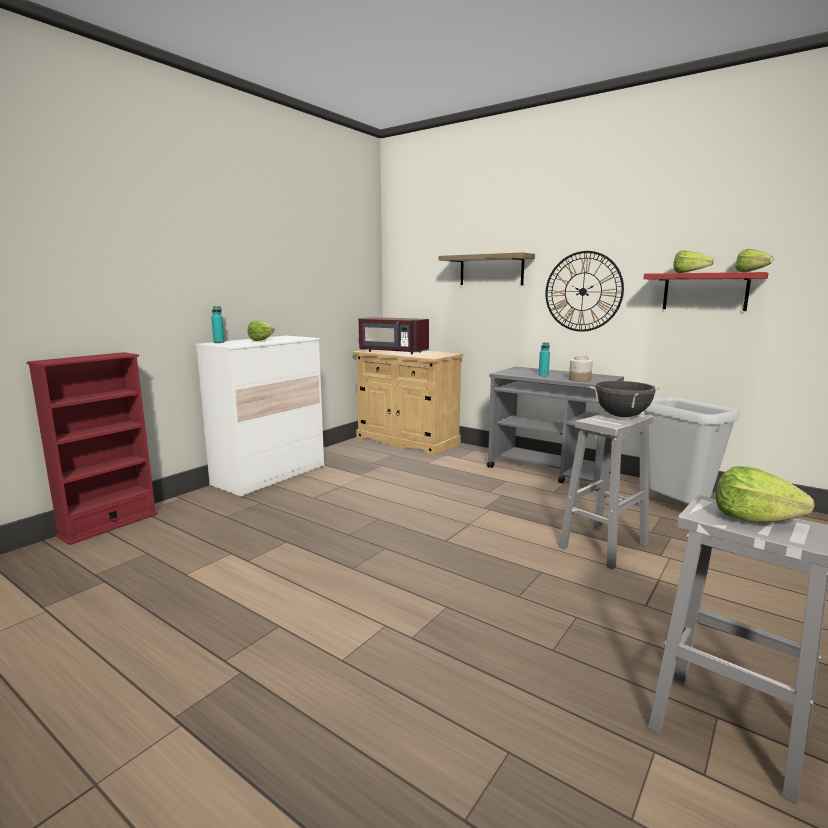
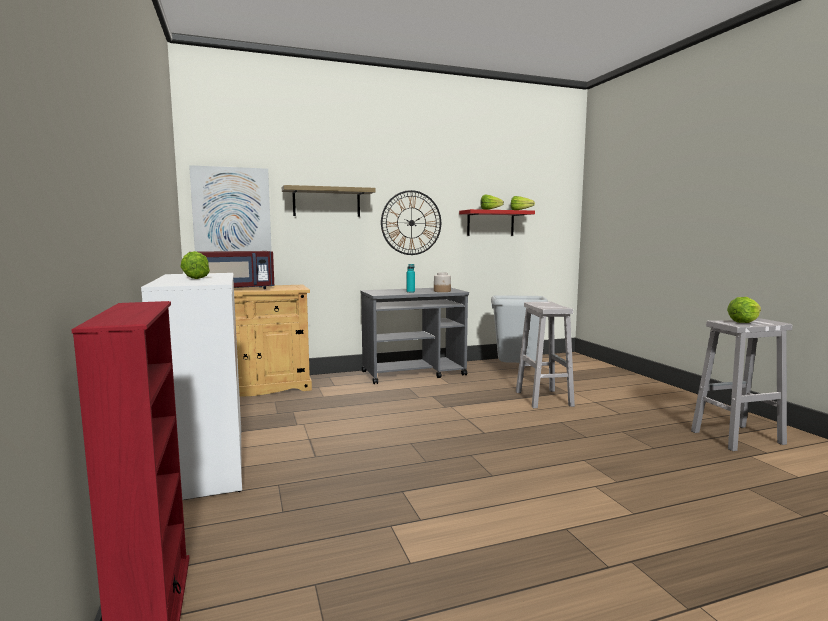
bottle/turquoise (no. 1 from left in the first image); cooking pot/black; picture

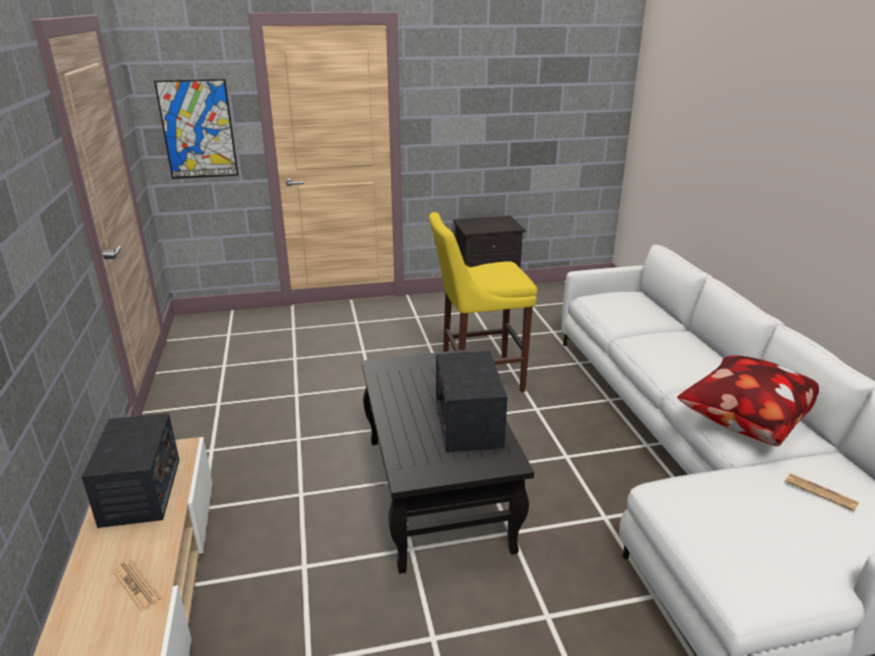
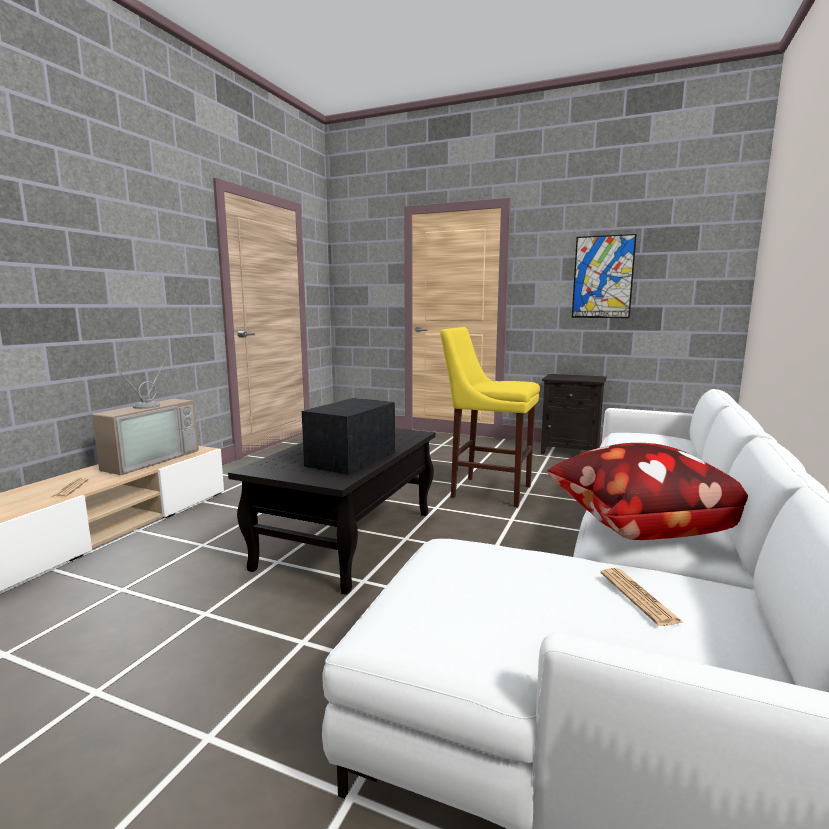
television; picture

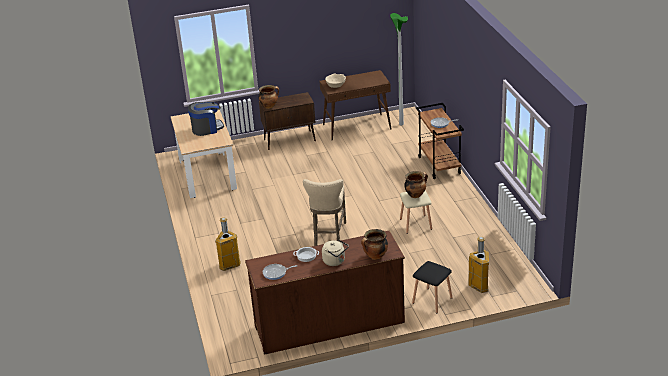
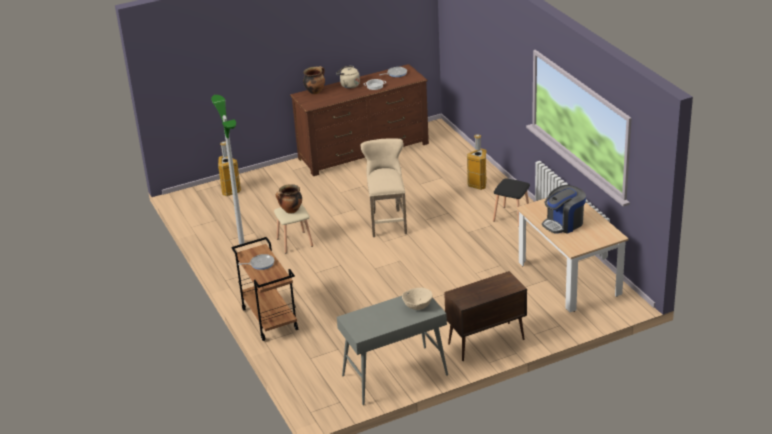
cooking pot (no. 1 from left in the first image); console table/grey; floor lamp; stool/black

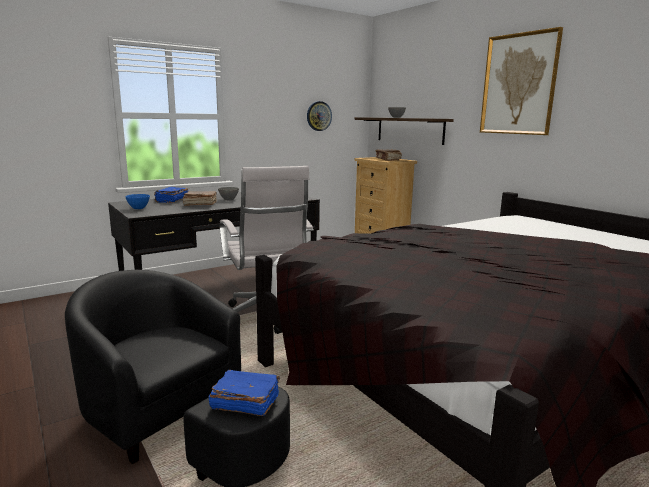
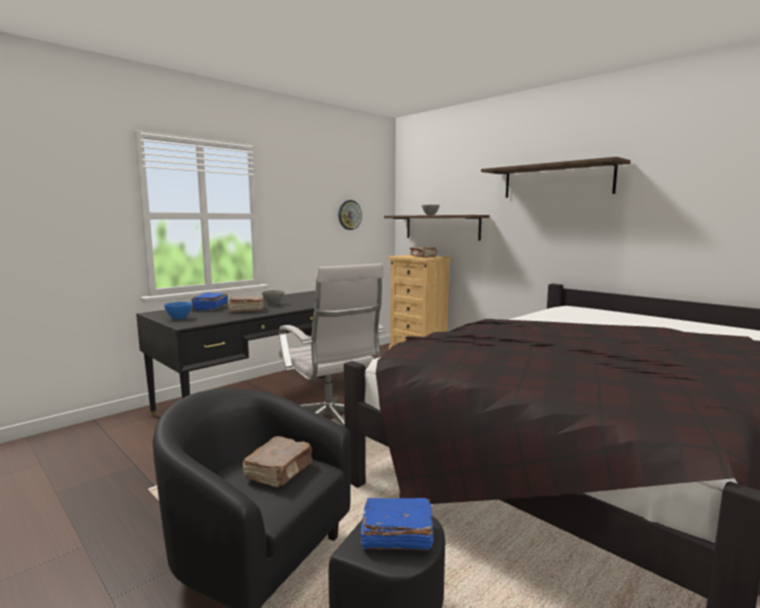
shelf (no. 2 from left); book/brown (no. 2 from left)

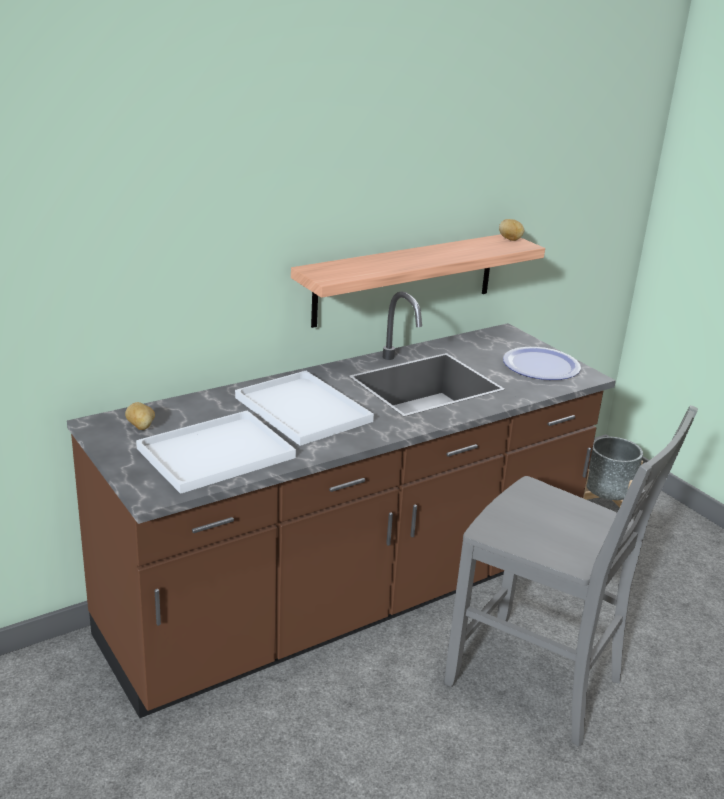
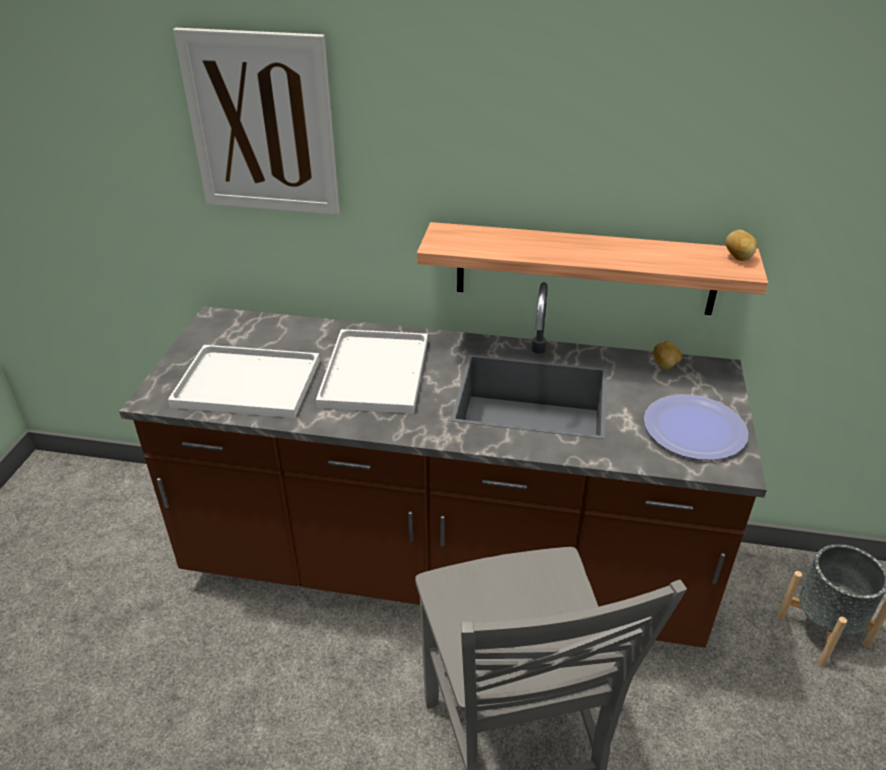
potato (no. 1 from left); picture

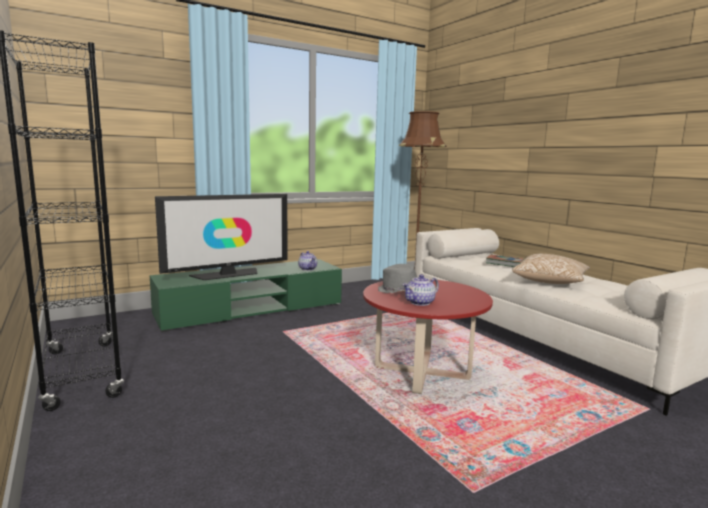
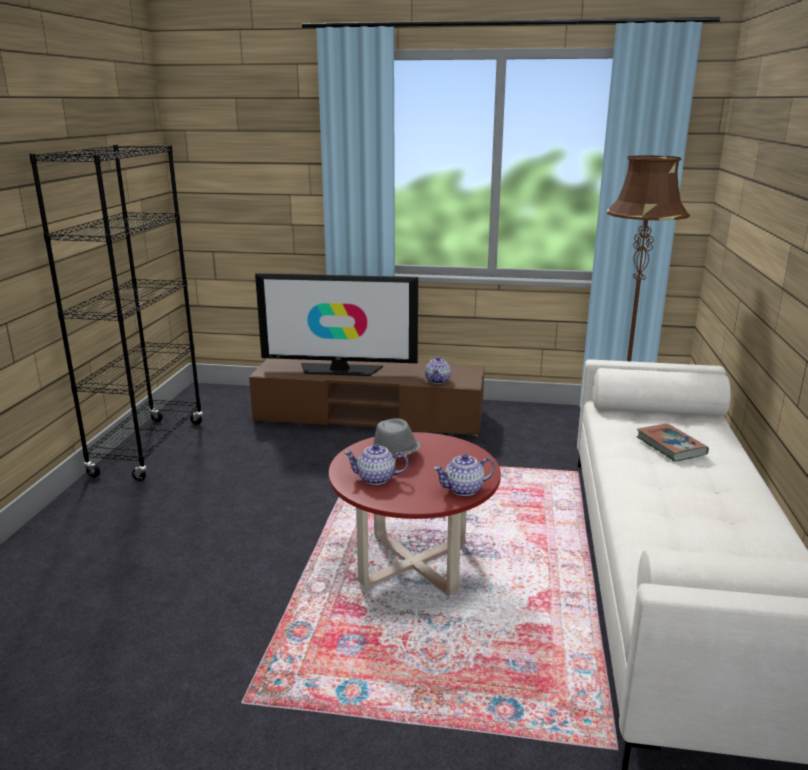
tv stand/brown; pillow; teapot (no. 3 from left)

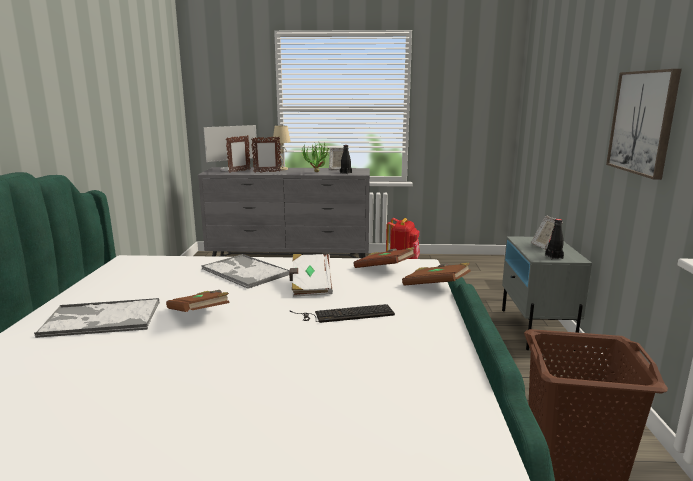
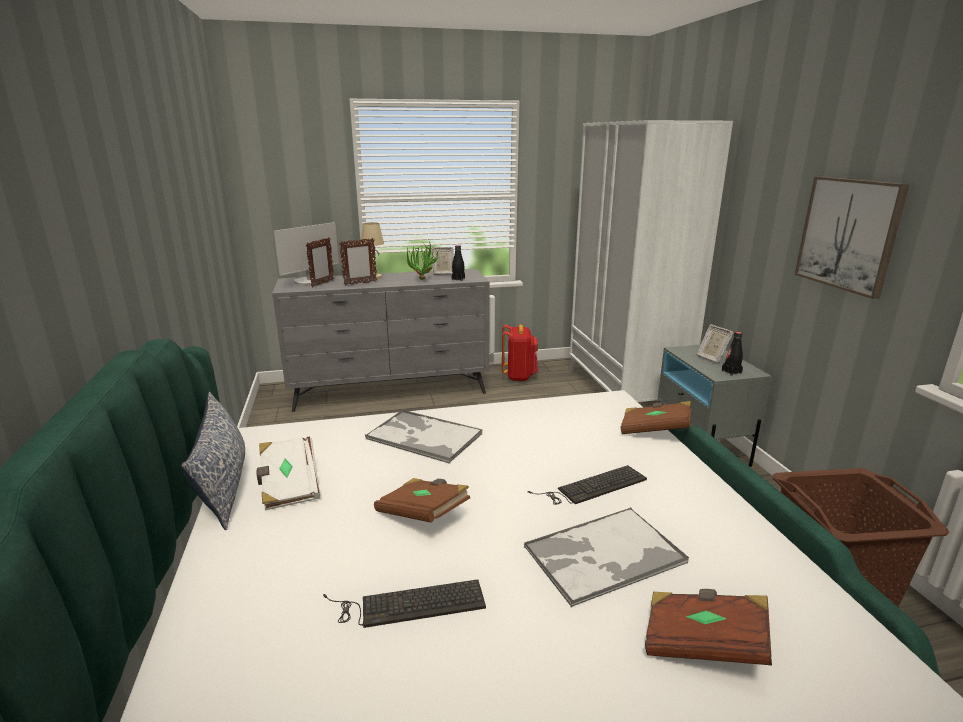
tray (no. 2 from left); book/white; book/brown (no. 3 from left); pillow; keyboard (no. 1 from left); wardrobe/white

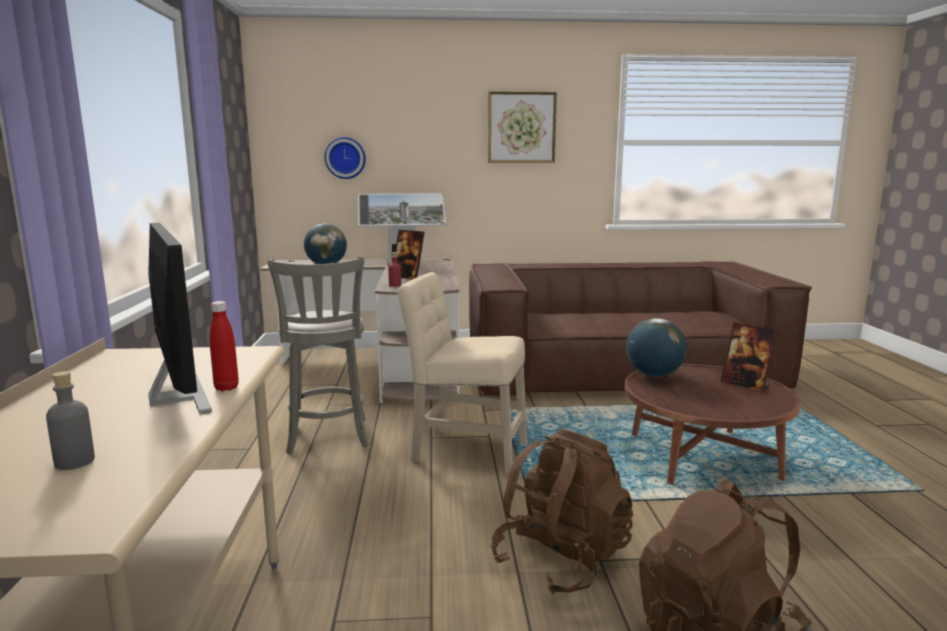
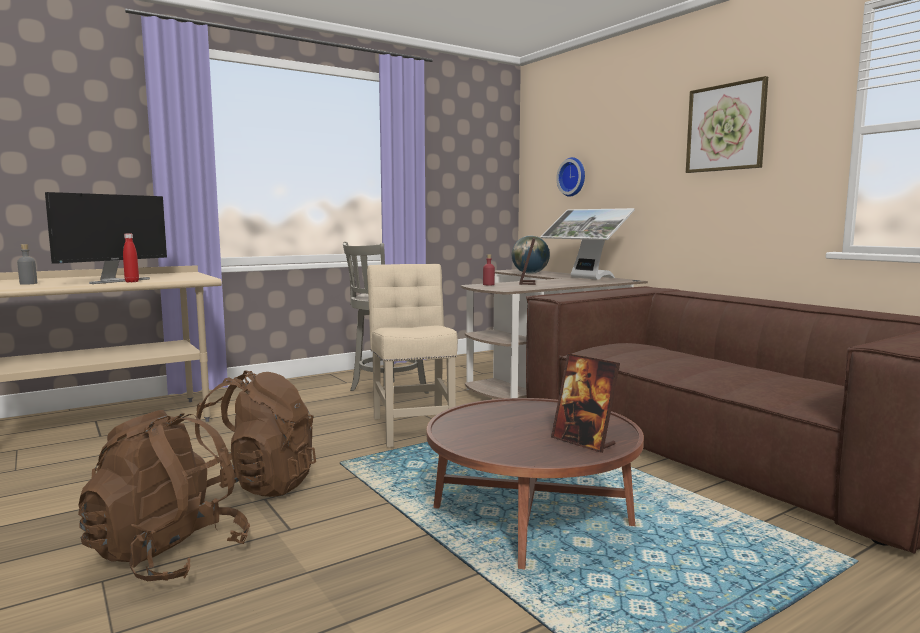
globe (no. 2 from left in the first image); picture frame (no. 2 from left)

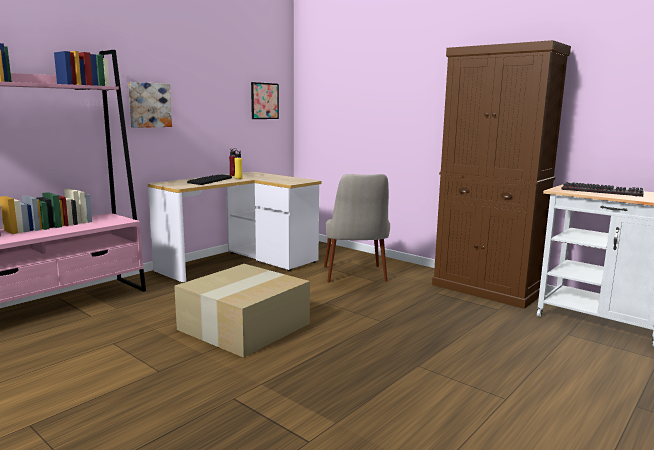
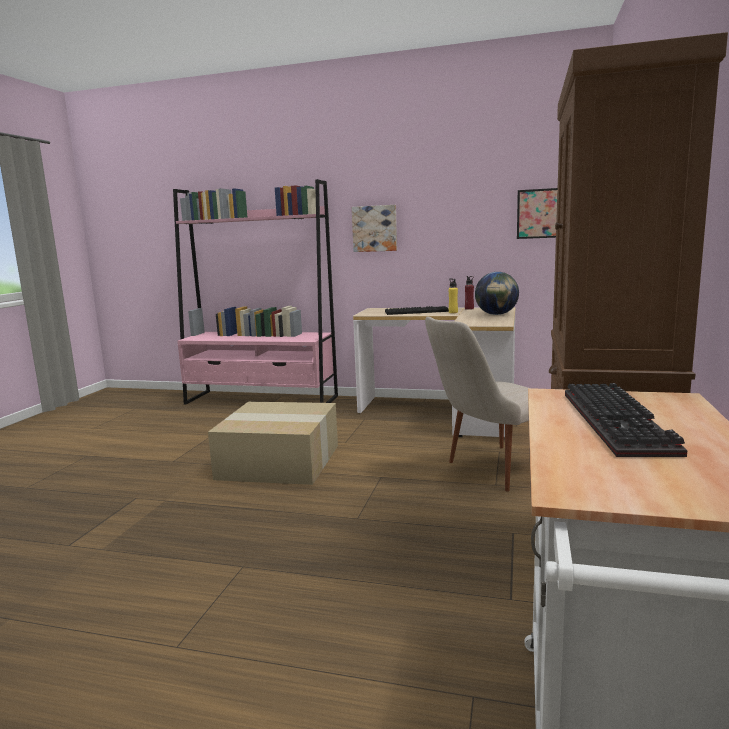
globe

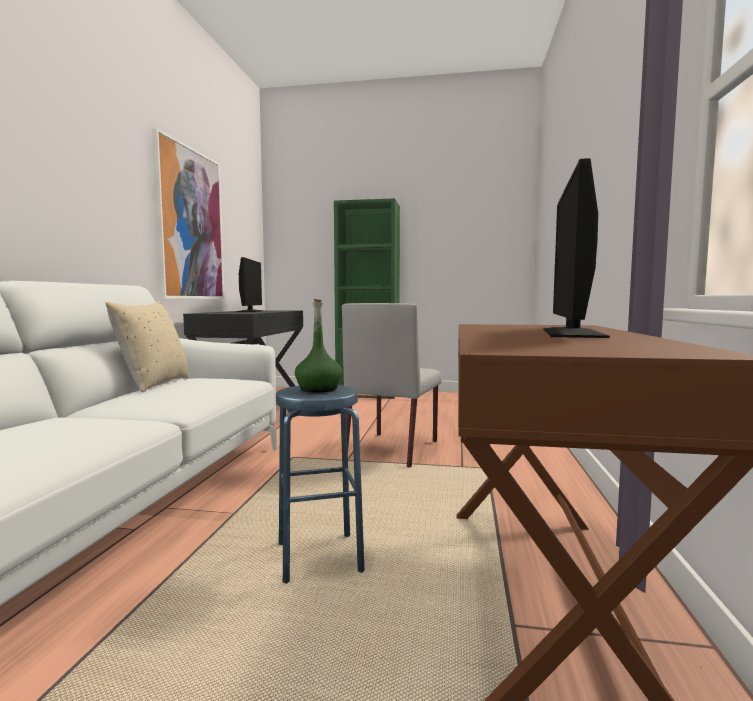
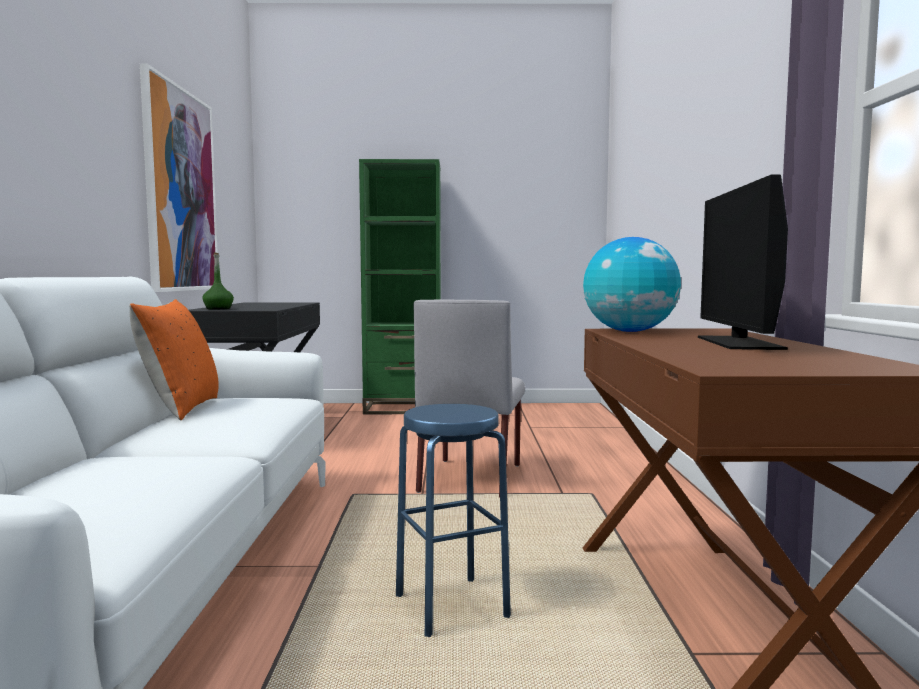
pillow/orange; monitor (no. 1 from left in the first image); bottle/green; globe

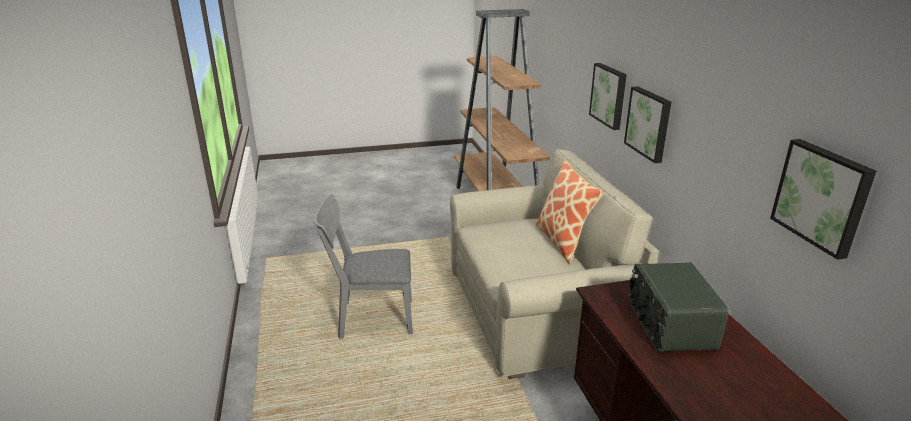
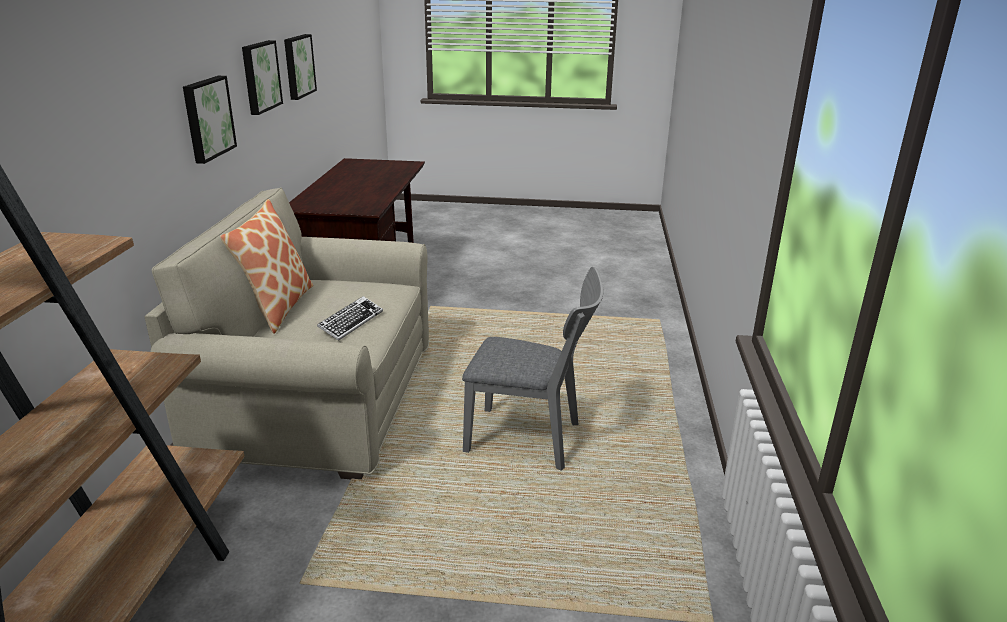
picture (no. 2 from left); radio; keyboard

